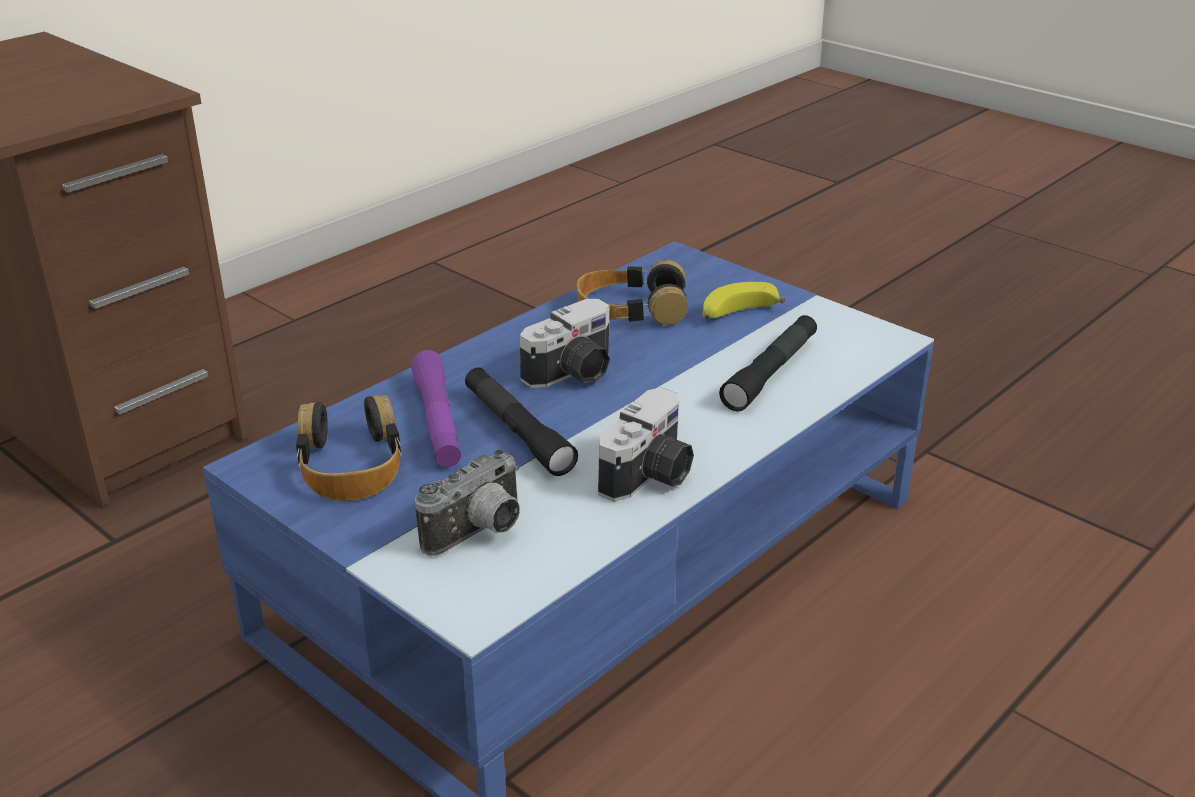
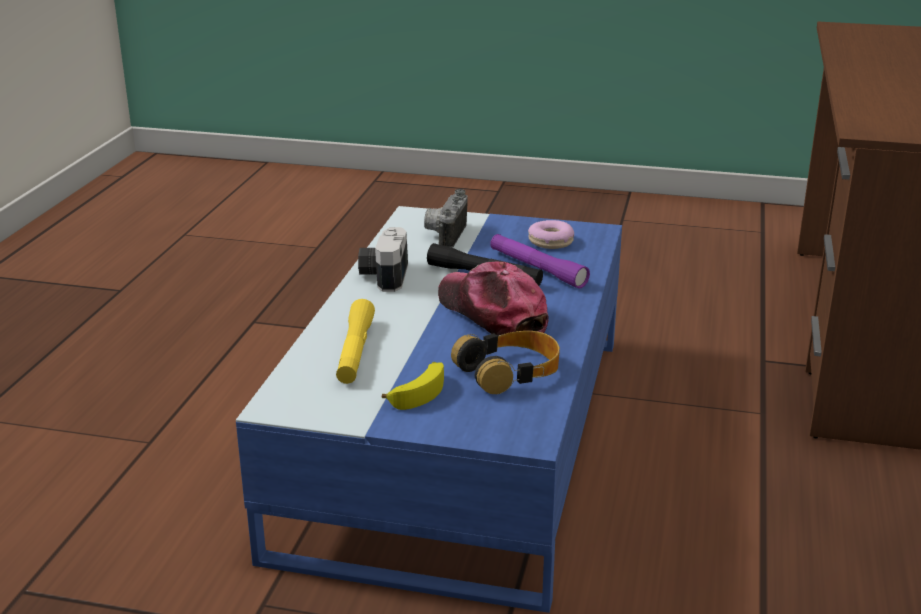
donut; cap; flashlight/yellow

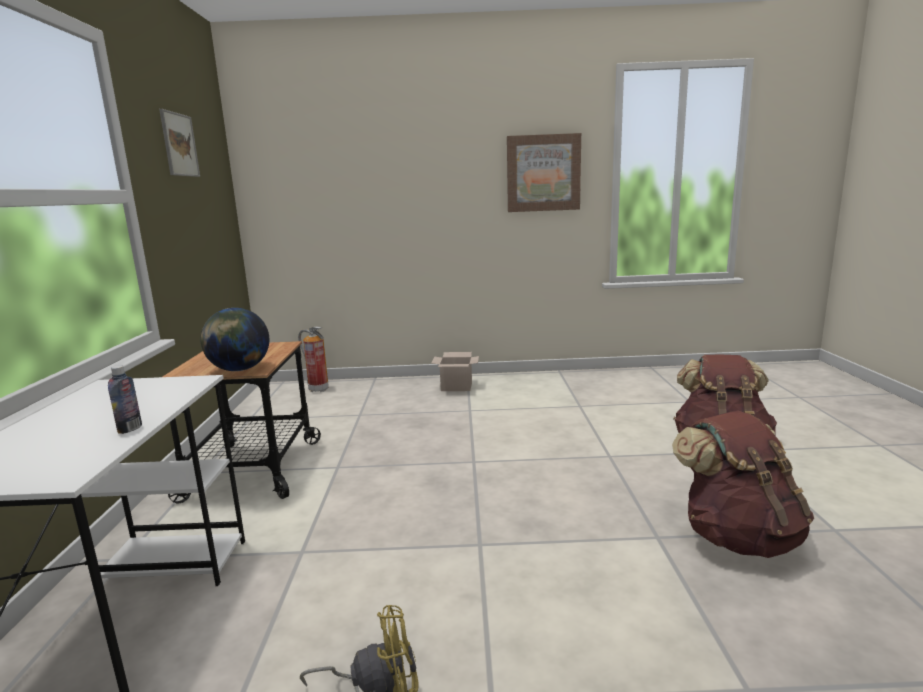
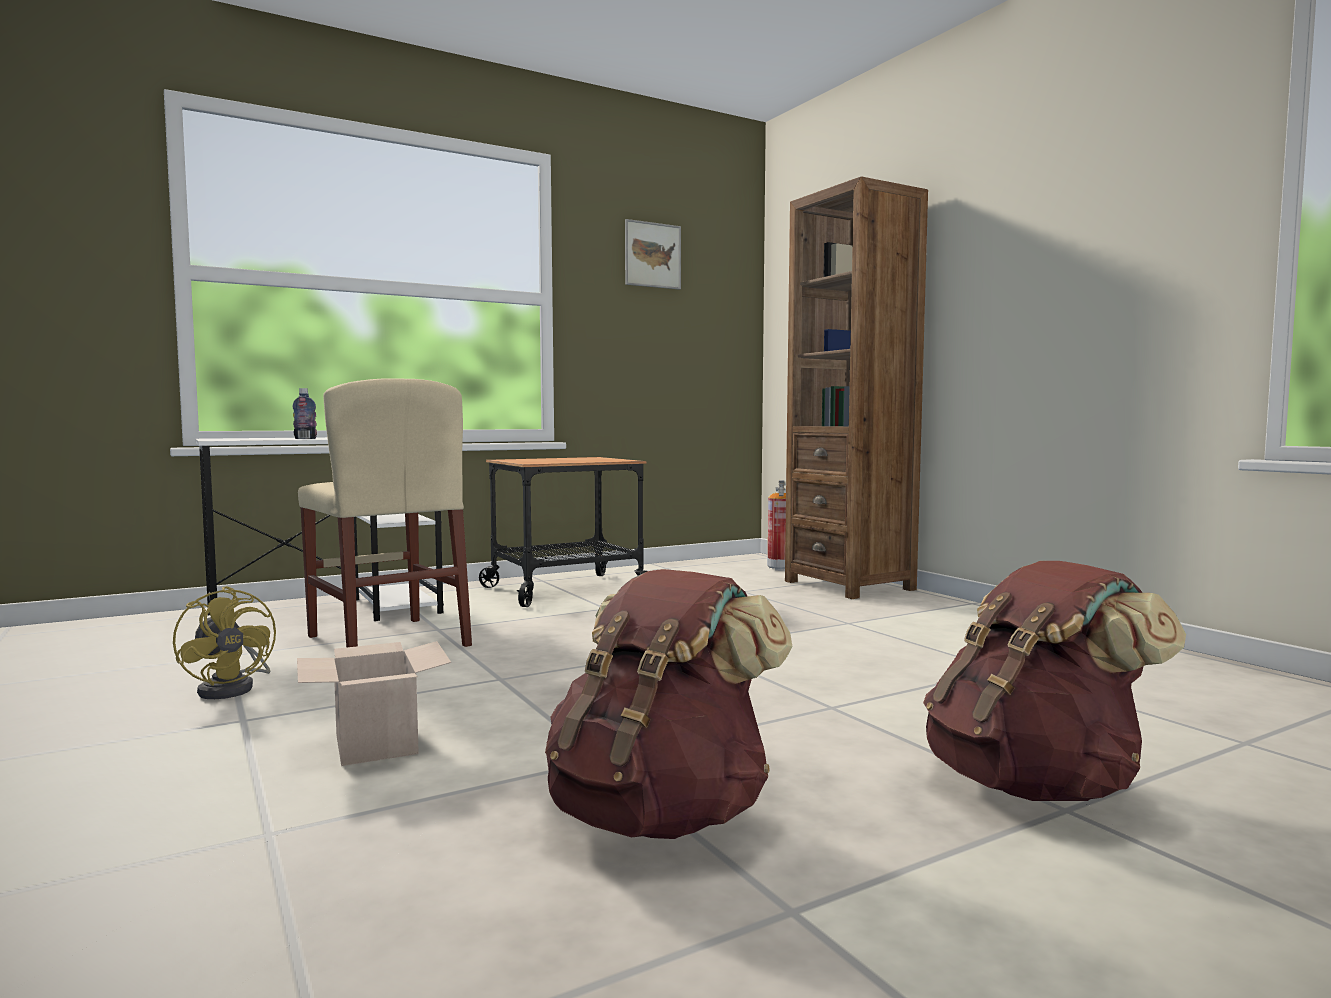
globe; cardboard box; picture (no. 2 from left in the first image); chair/beige; bookcase/brown

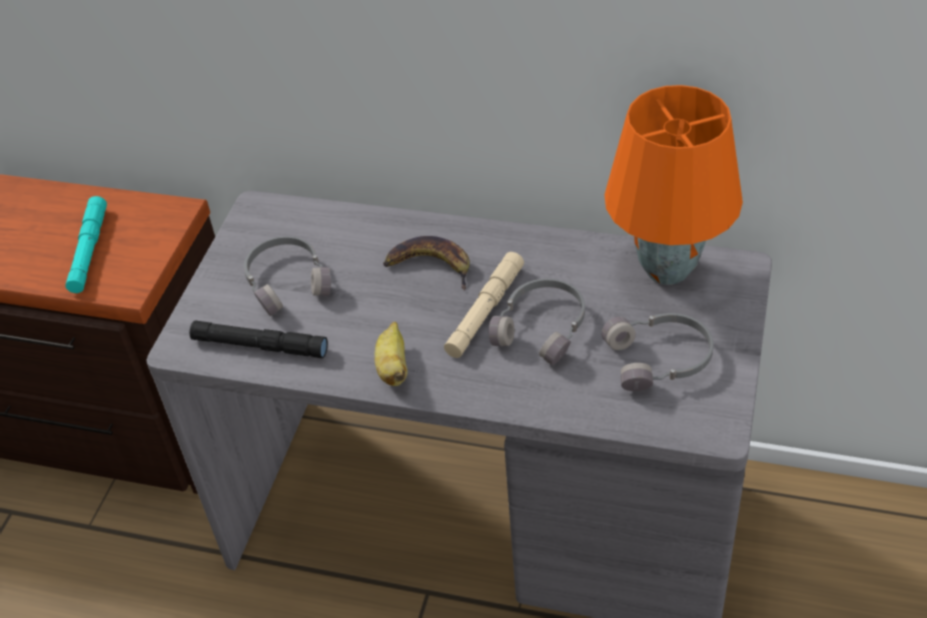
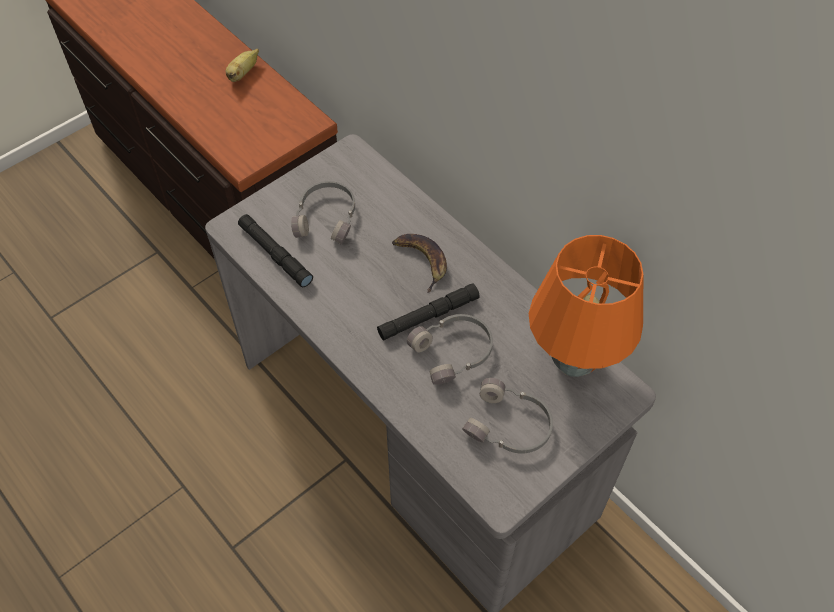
flashlight/turquoise; banana (no. 1 from left); flashlight/black (no. 2 from left)

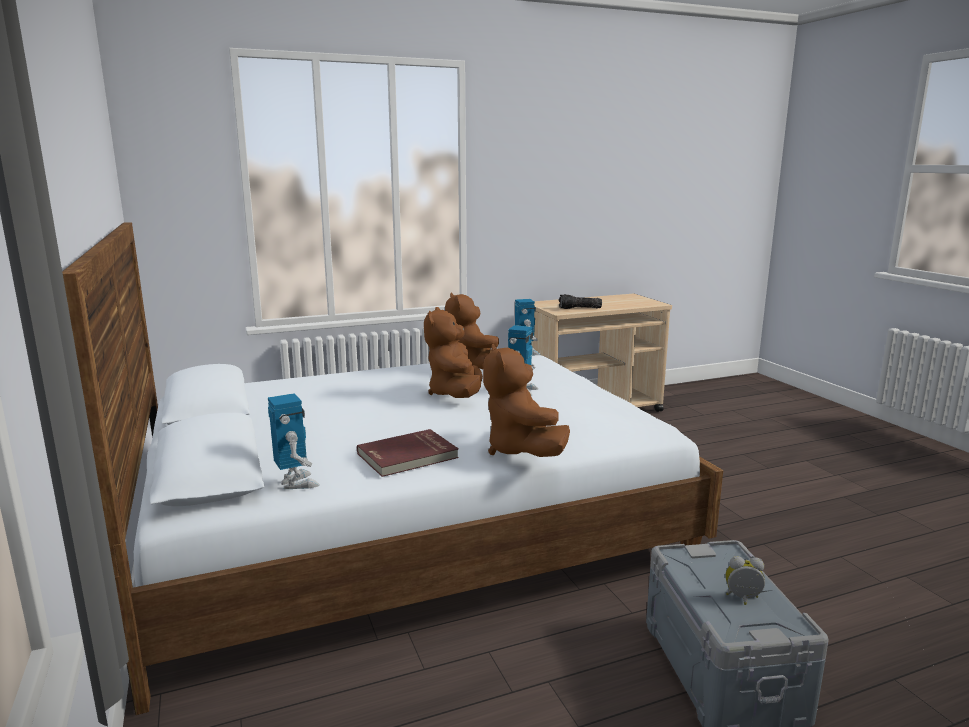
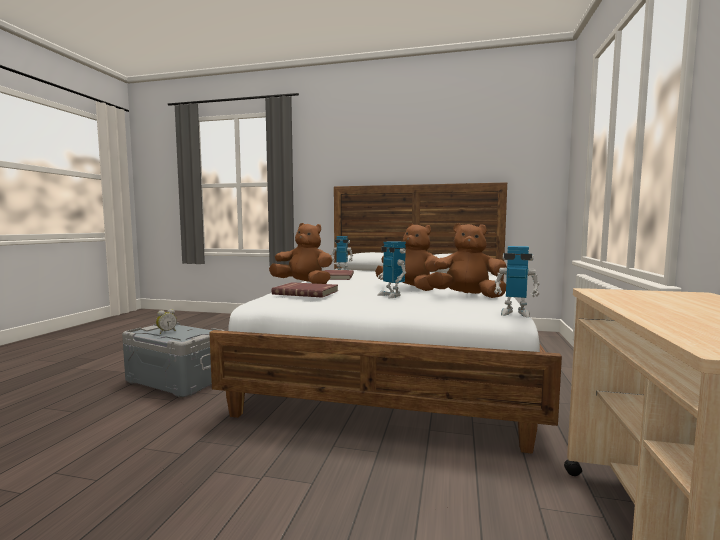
flashlight; book/red (no. 1 from left)

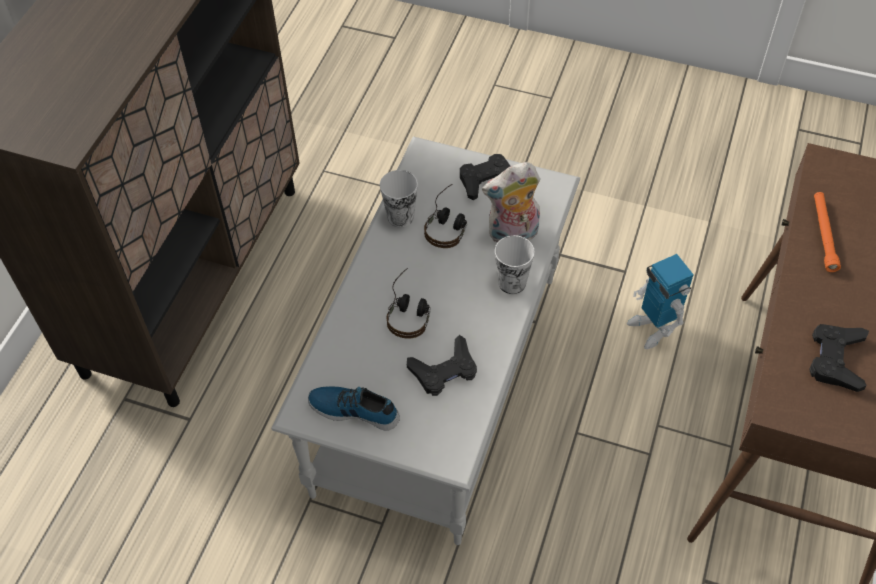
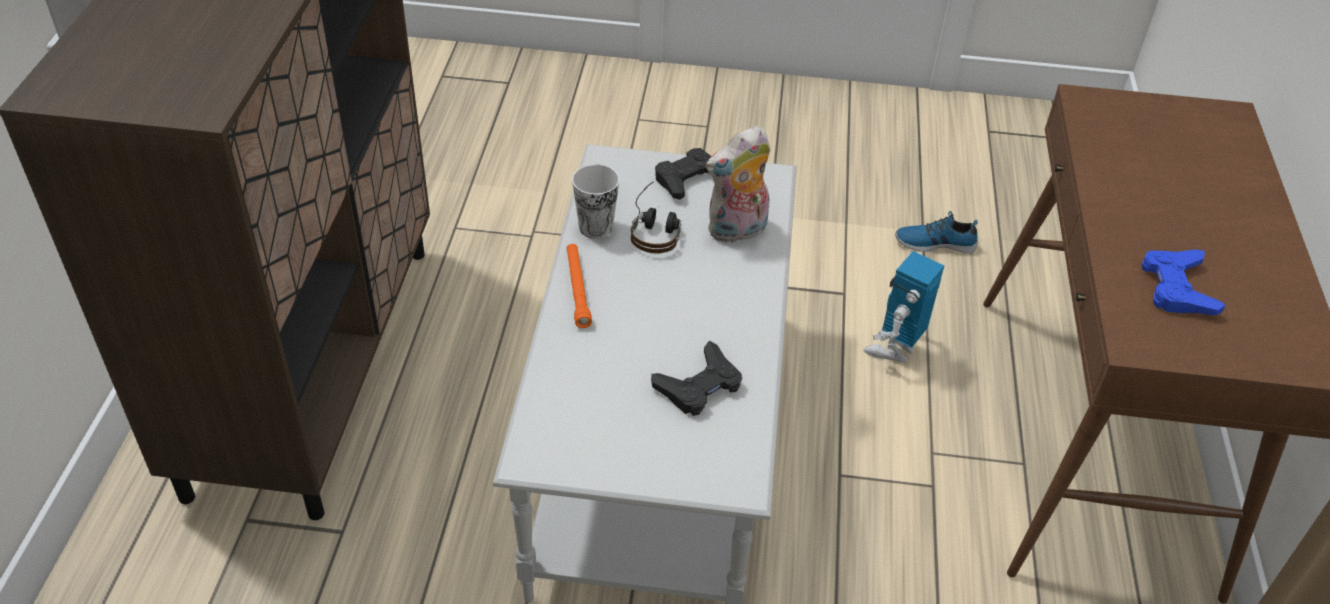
shoe; headphones (no. 1 from left in the first image); cup (no. 2 from left in the first image); toy robot; game controller/blue; flashlight/orange

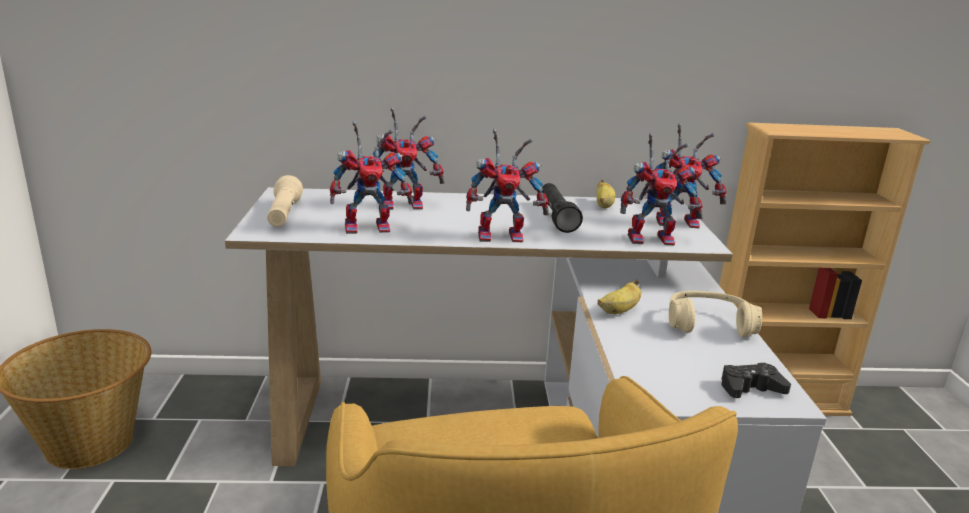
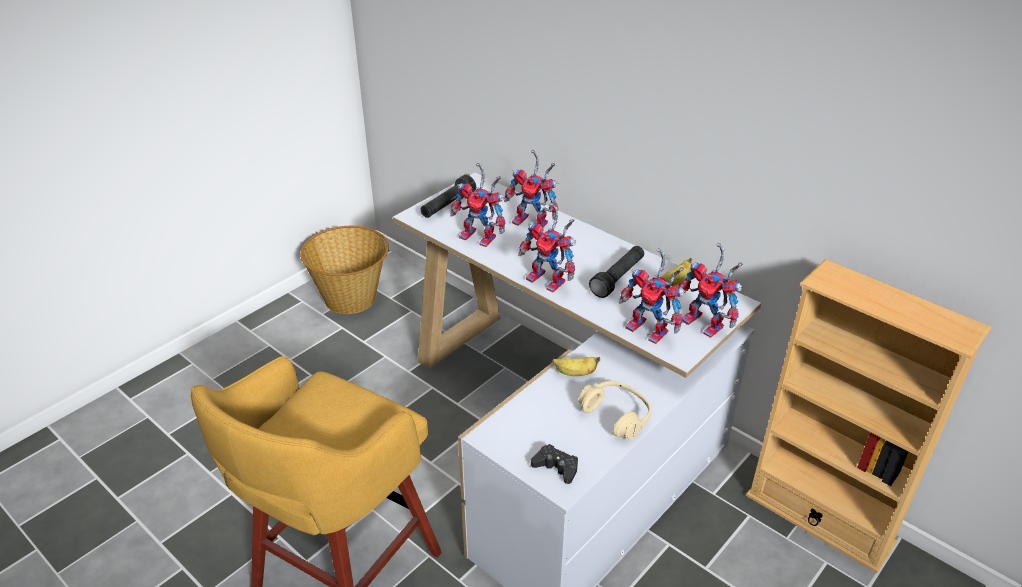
flashlight/black (no. 1 from left)

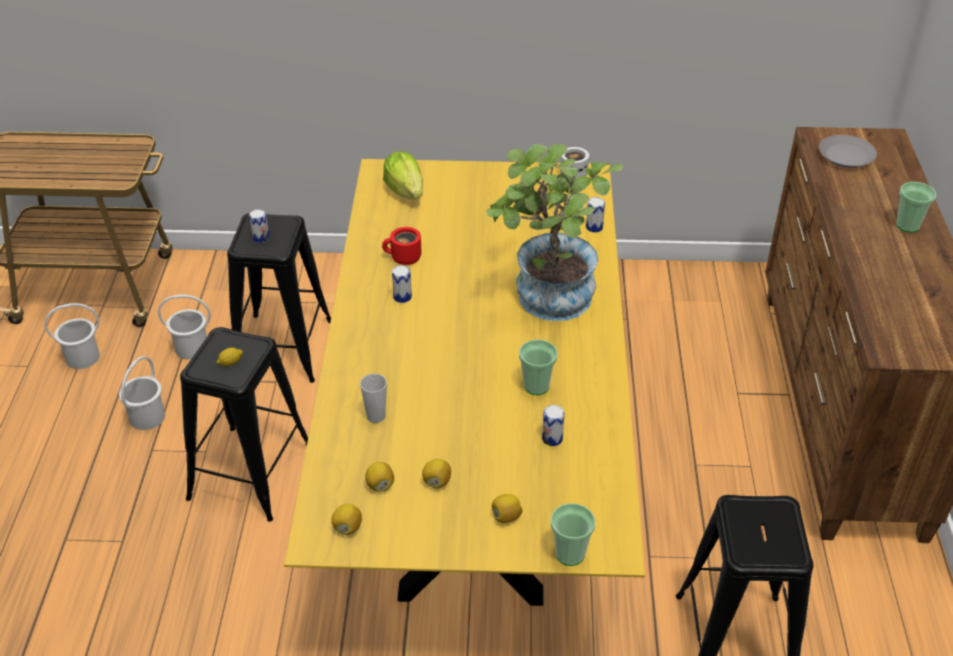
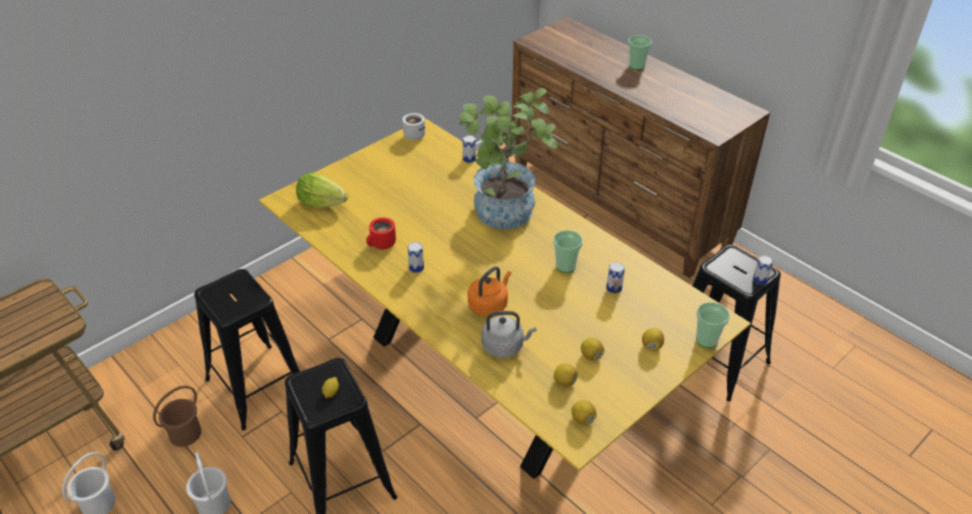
bucket/brown; can (no. 4 from left); kettle/grey; plate/grey; kettle/orange

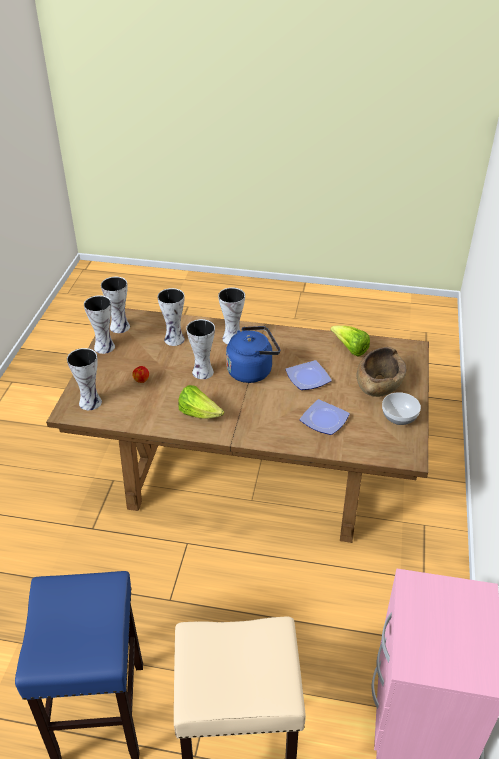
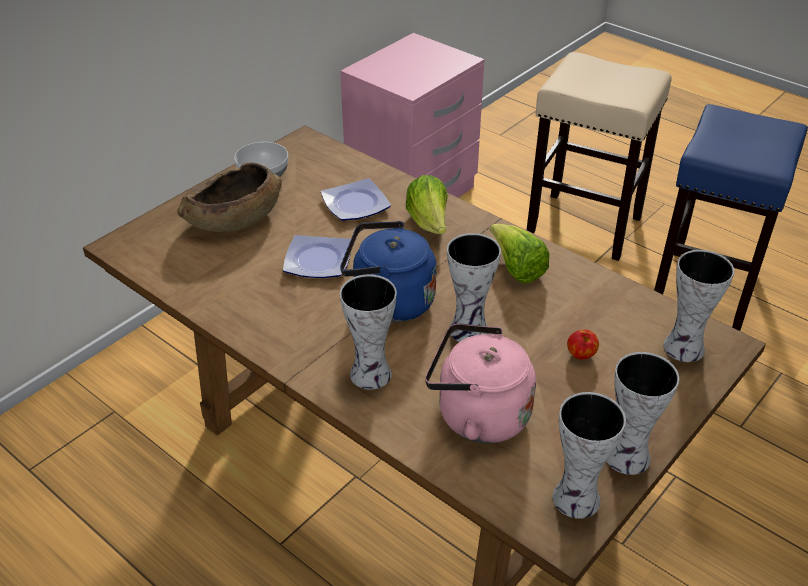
kettle/pink; lettuce (no. 1 from left)

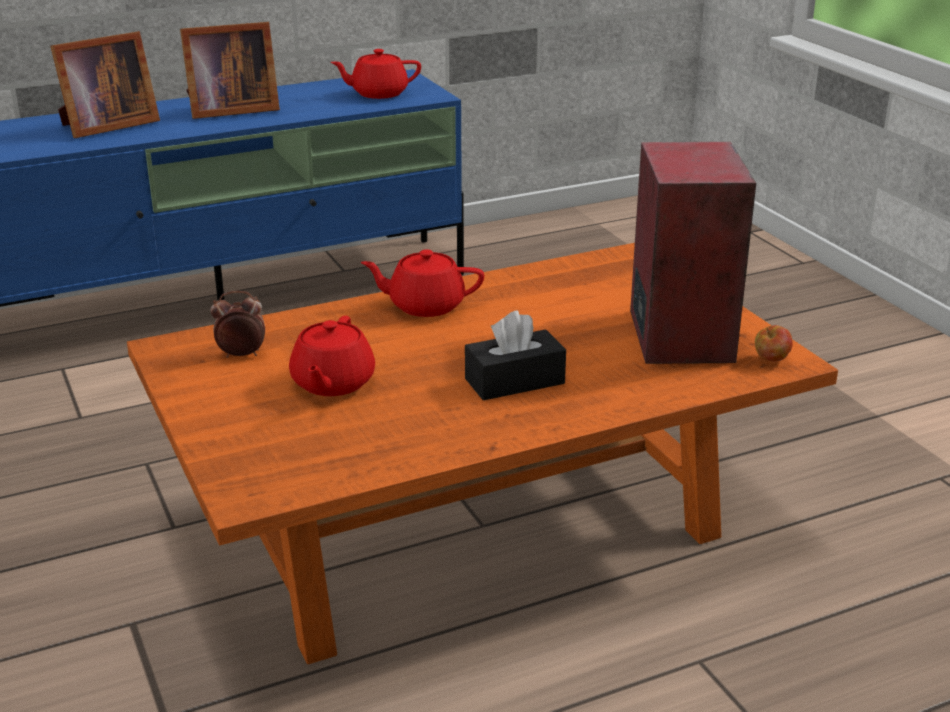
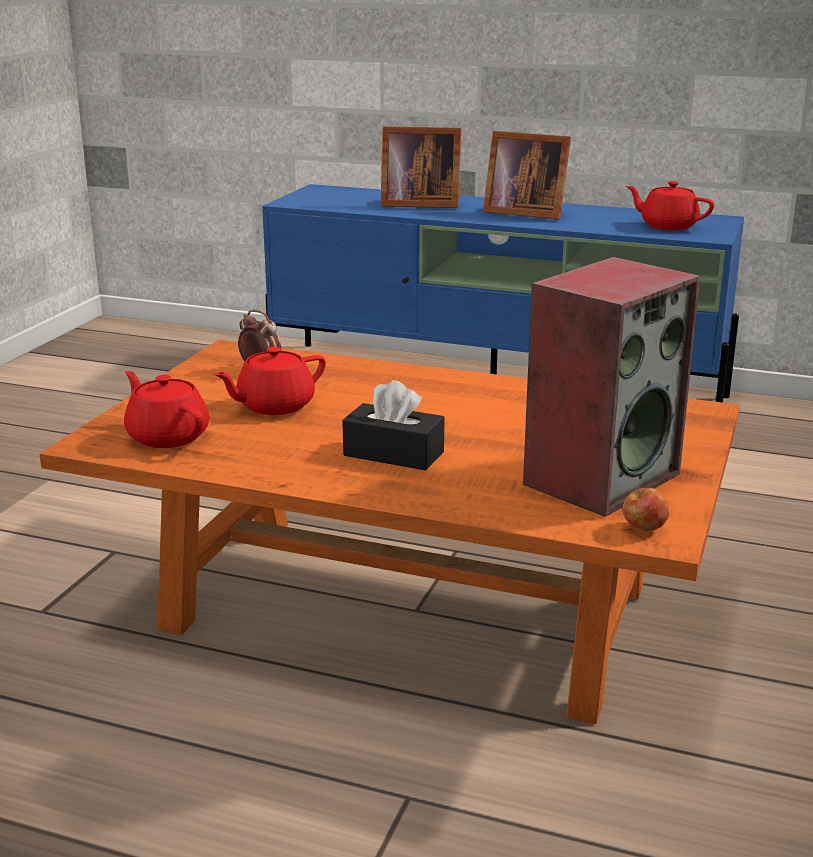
teapot/red (no. 1 from left)

